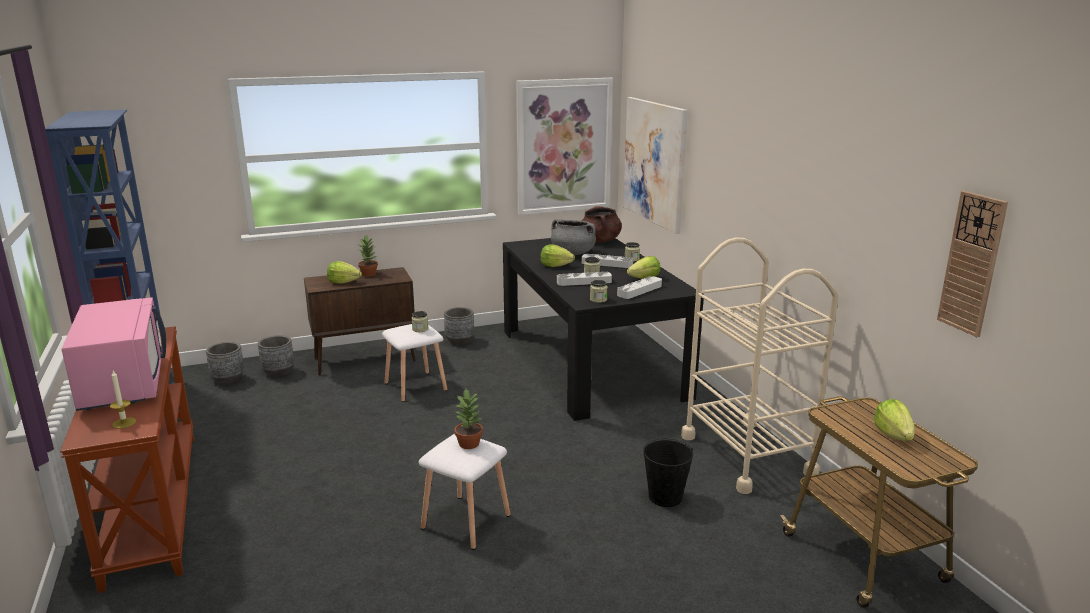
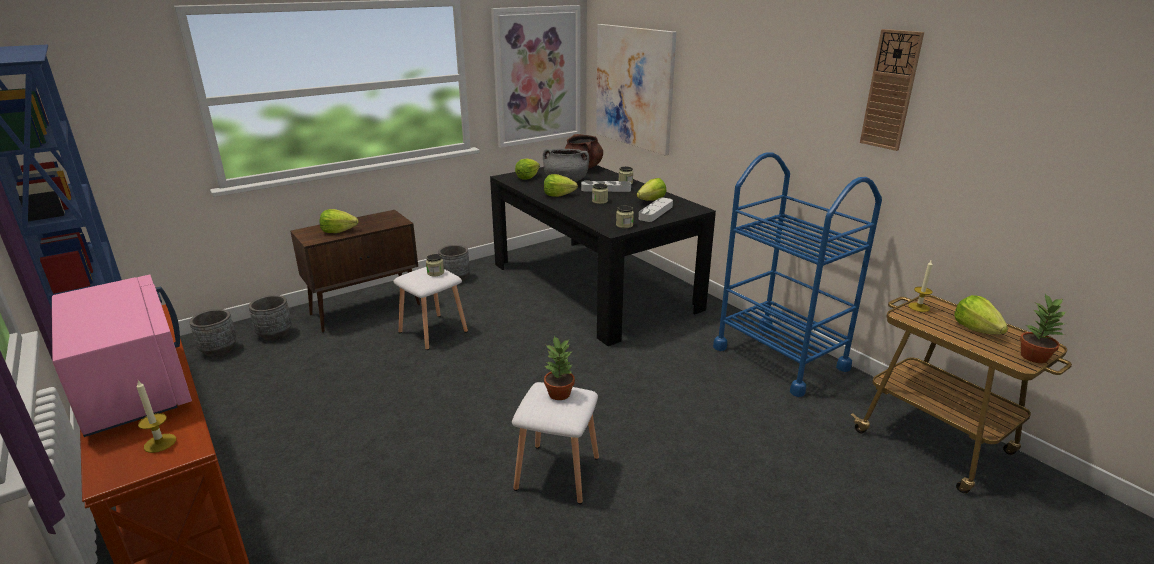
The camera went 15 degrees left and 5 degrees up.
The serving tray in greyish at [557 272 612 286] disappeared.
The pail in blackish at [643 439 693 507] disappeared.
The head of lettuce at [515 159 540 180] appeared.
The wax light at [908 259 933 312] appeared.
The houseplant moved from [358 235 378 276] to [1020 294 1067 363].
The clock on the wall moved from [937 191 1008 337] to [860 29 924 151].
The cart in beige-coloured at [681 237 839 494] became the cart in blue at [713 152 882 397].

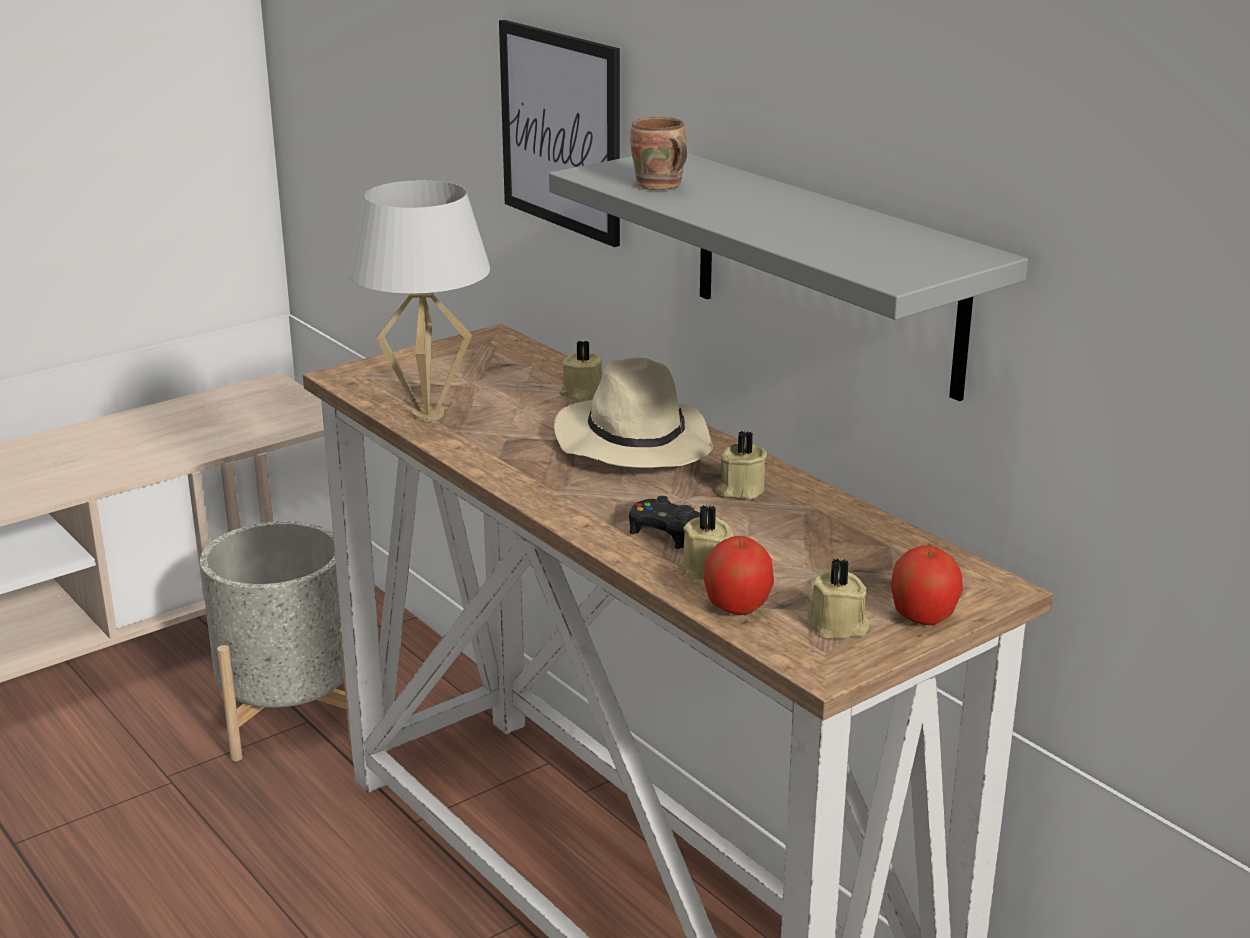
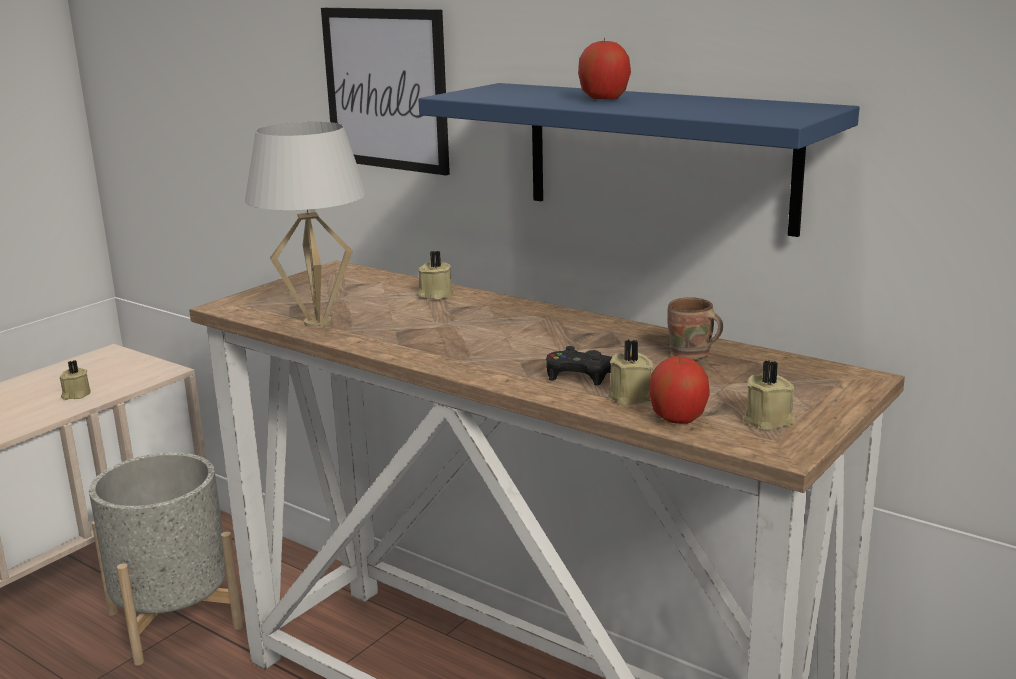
The camera went 15 degrees left and 5 degrees down.
The wearable hat in beige-coloured at [554 357 713 468] disappeared.
The tea mug in brown moved from [630 117 688 190] to [667 297 723 360].
The wax light in beige-coloured moved from [717 431 767 500] to [60 360 91 400].
The apple fruit moved from [891 545 963 625] to [578 37 631 100].
The bracket shelf in greyish at [549 154 1028 401] became the bracket shelf in blue at [418 83 859 237].

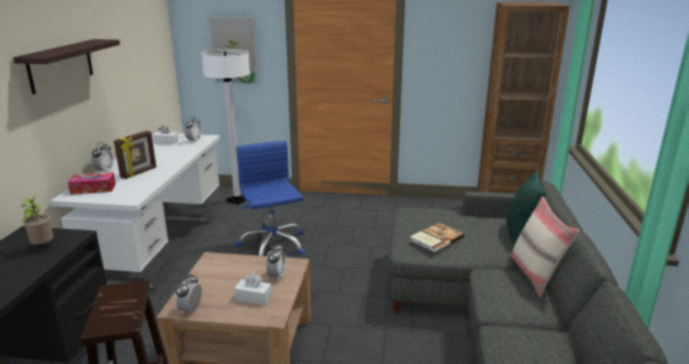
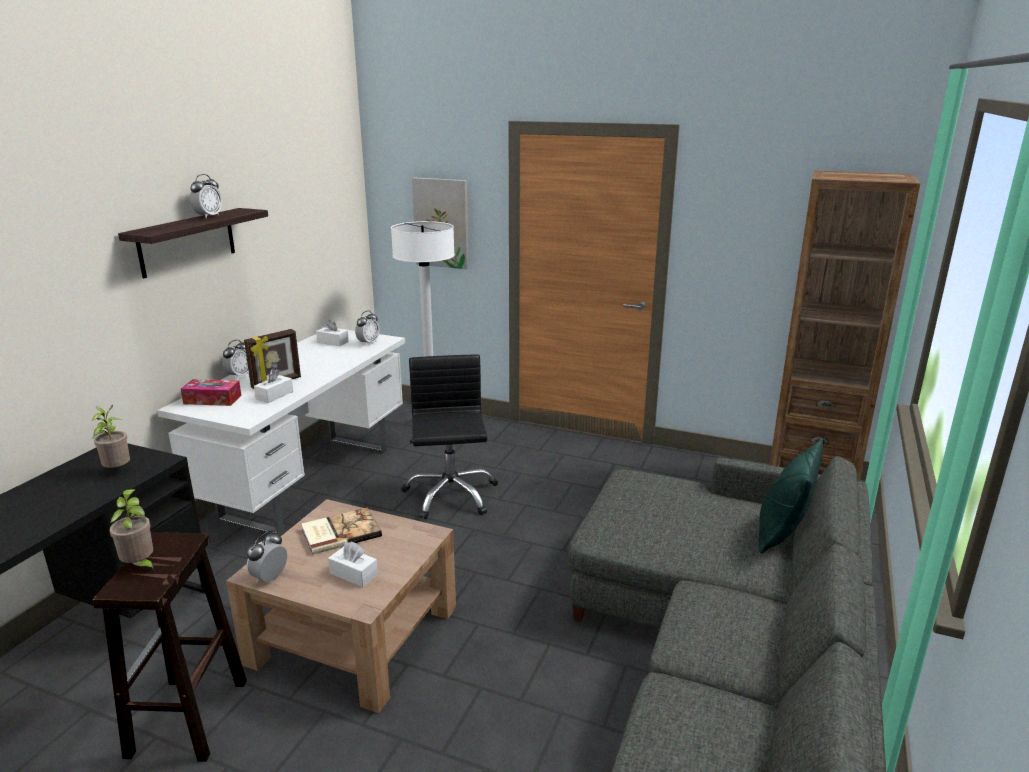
The camera went 15 degrees right and 0 degrees up.
The throw pillow in beige-coloured at [510 196 580 297] disappeared.
The houseplant at [109 489 154 571] appeared.
The tissue box in whitish at [254 369 293 403] appeared.
The alarm clock moved from [266 243 285 280] to [190 174 223 218].
The book moved from [410 223 464 253] to [301 507 382 555].
The office chair in blue at [236 140 305 256] became the office chair in blackish at [402 355 498 519].

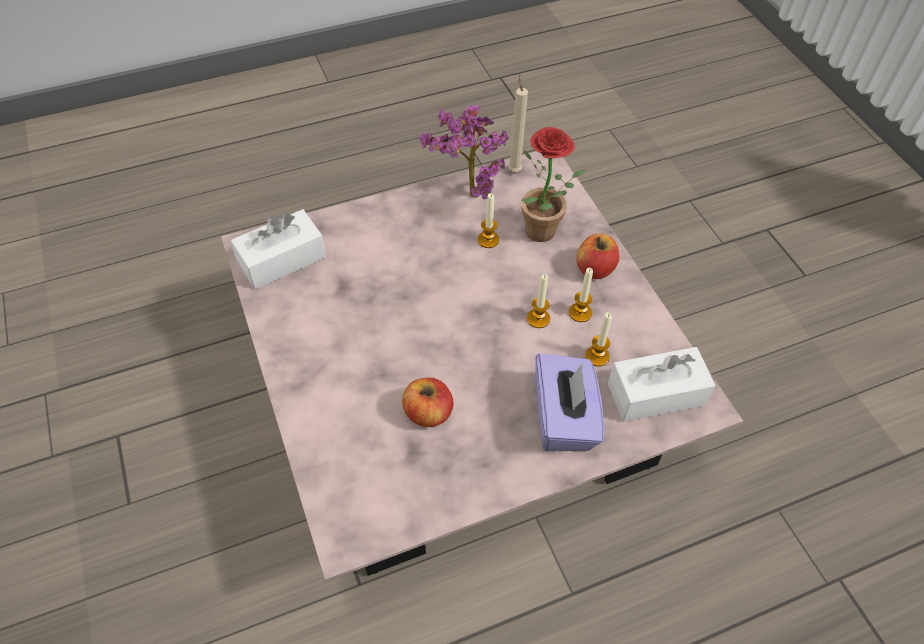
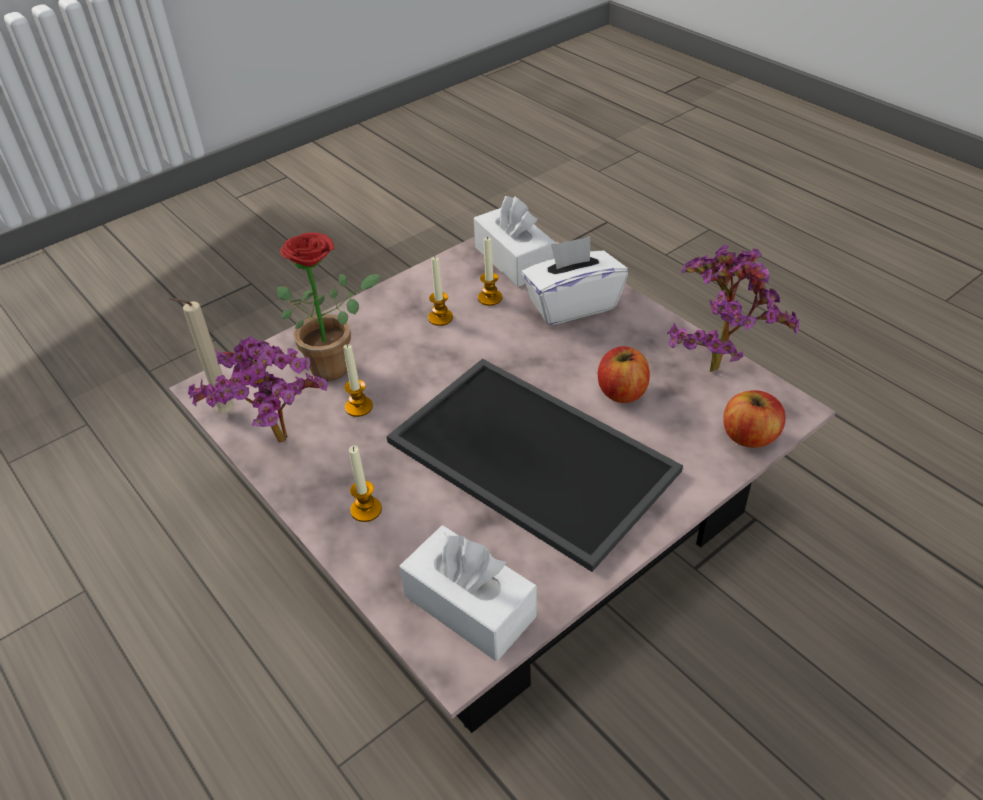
The camera went 105 degrees left and 10 degrees down.
The serving tray at [387 359 683 572] appeared.
The houseplant at [666 245 800 372] appeared.
The wax light moved from [527 274 550 328] to [349 445 382 522].
The apple fruit moved from [577 234 619 279] to [723 390 785 448].
The tissue box in purple-coloured at [535 353 604 452] became the tissue box in whitish at [521 236 628 325].

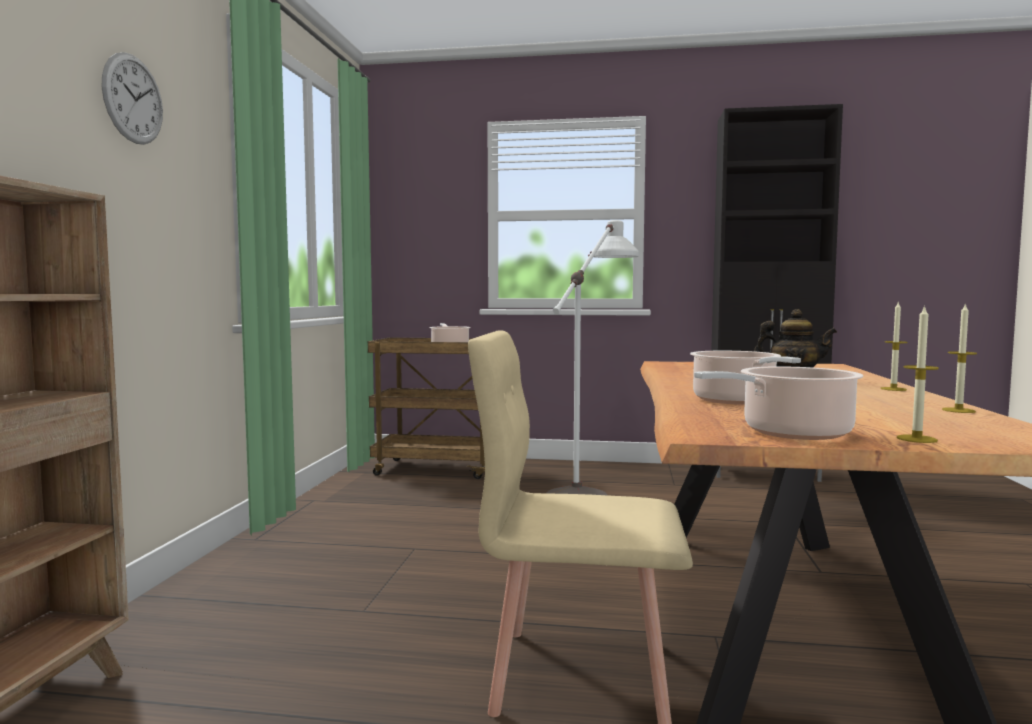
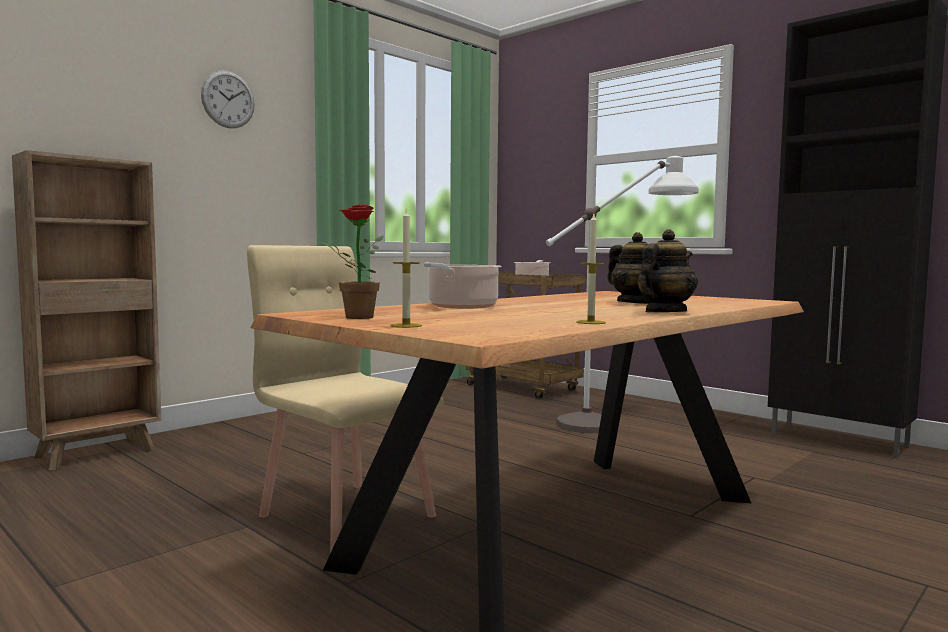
The camera went 35 degrees right and 0 degrees up.
The stockpot at [694 366 863 440] was replaced by the houseplant at [322 204 384 319].
The wax light at [880 303 908 391] was replaced by the tea pot at [638 229 698 312].

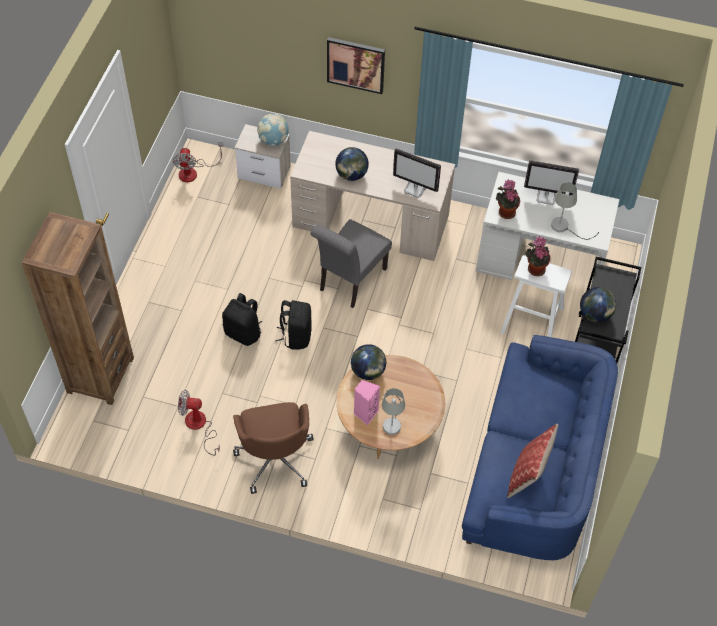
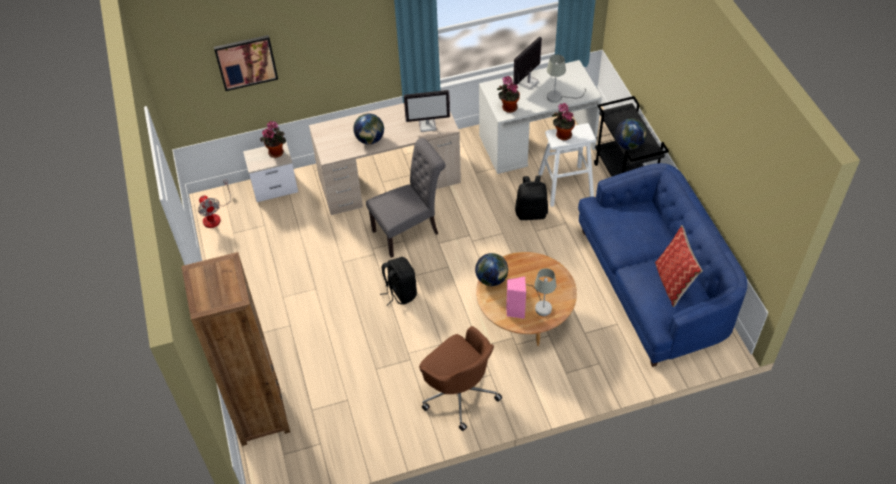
The camera went 30 degrees left and 5 degrees down.
The cooling fan at [178 390 220 455] disappeared.
The knapsack in blackish moved from [222 293 262 346] to [515 176 548 220].
The wall picture moved from [327 37 385 94] to [214 35 278 91].
The world globe at [257 114 289 146] was replaced by the houseplant at [260 121 286 158].
The upright chair in greyish at [311 219 392 308] turned 120 degrees counterclockwise.
The monitor at [524 160 579 205] turned 150 degrees clockwise.

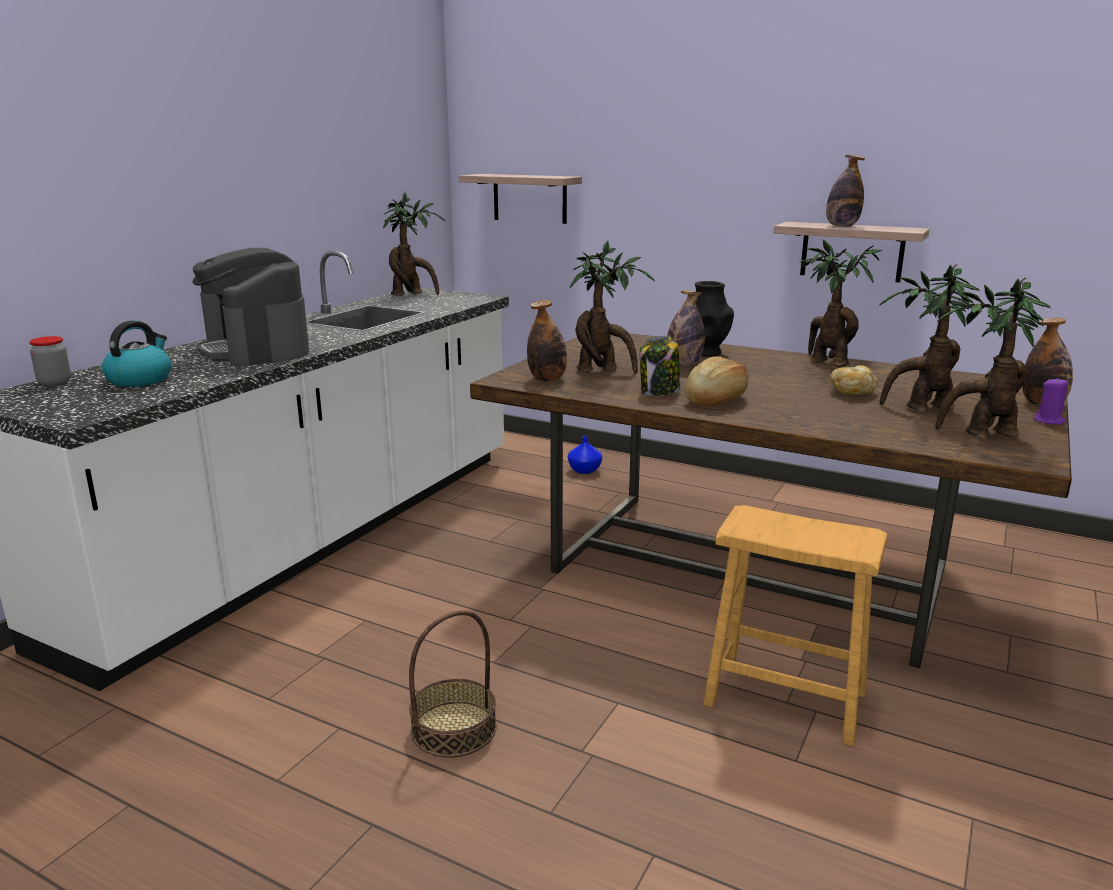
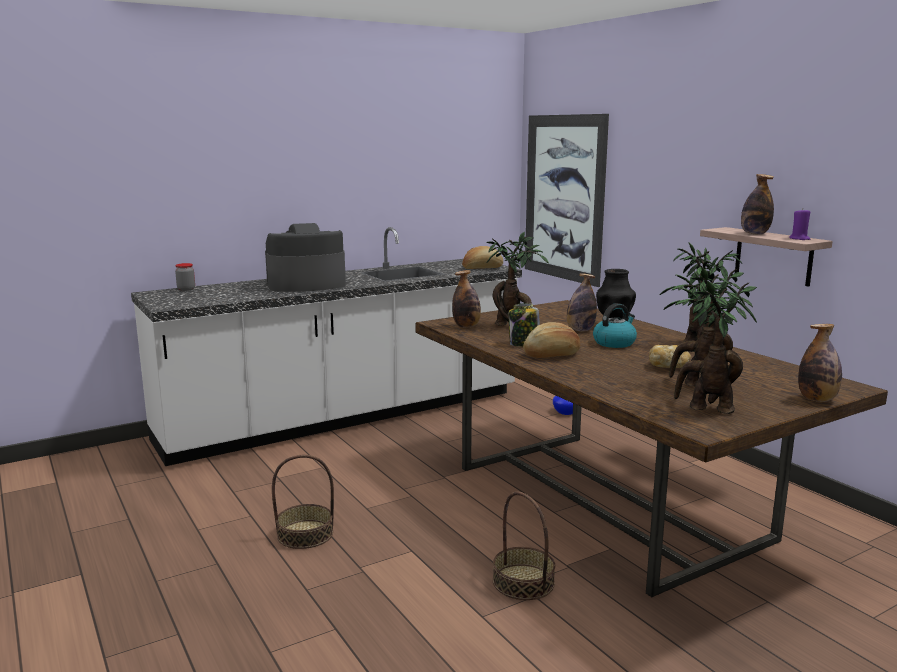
The camera went 30 degrees right and 5 degrees down.
The houseplant at [383 192 445 296] disappeared.
The baked bread at [462 246 503 269] appeared.
The water kettle moved from [102 321 171 387] to [593 303 637 348].
The wax light in purple-coloured moved from [1034 377 1068 425] to [789 209 810 240].
The bracket shelf at [459 174 582 224] was replaced by the wall picture at [525 114 609 287].
The sitting stool in brown at [703 505 887 746] was replaced by the household basket at [493 492 555 600].
The coffee machine at [192 248 309 366] turned 75 degrees clockwise.

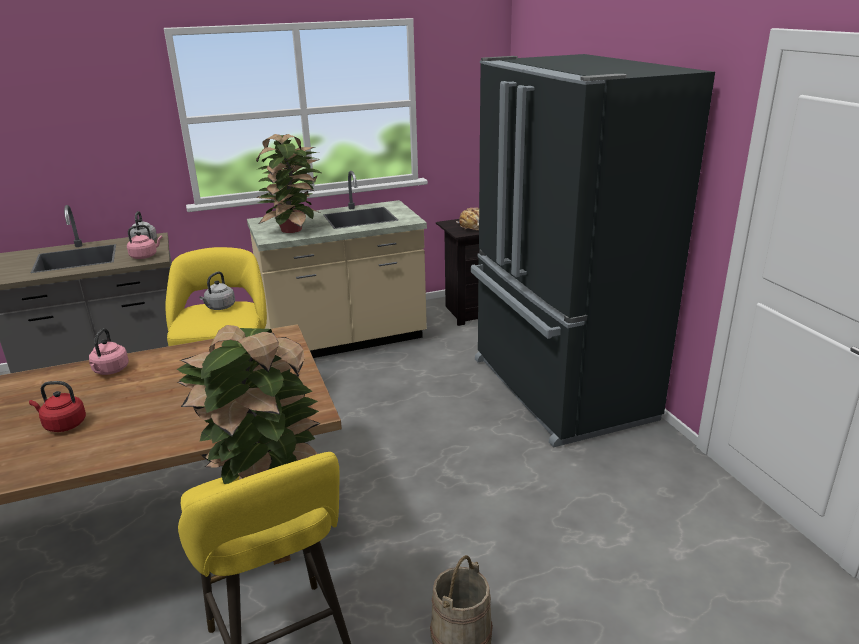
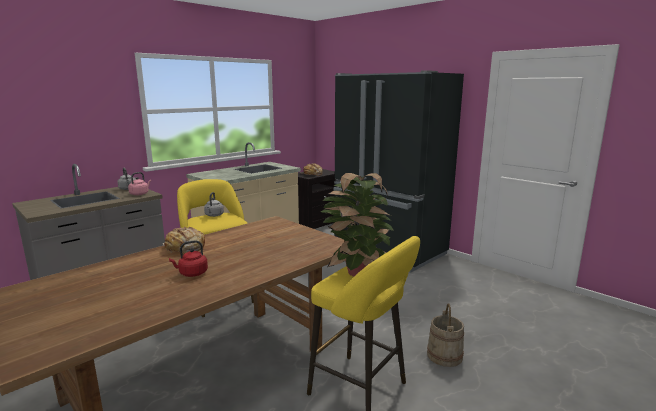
The camera went 25 degrees left and 10 degrees down.
The houseplant at [255 134 321 233] disappeared.
The water kettle in pink at [89 328 129 375] was replaced by the baked bread at [163 227 205 253].

